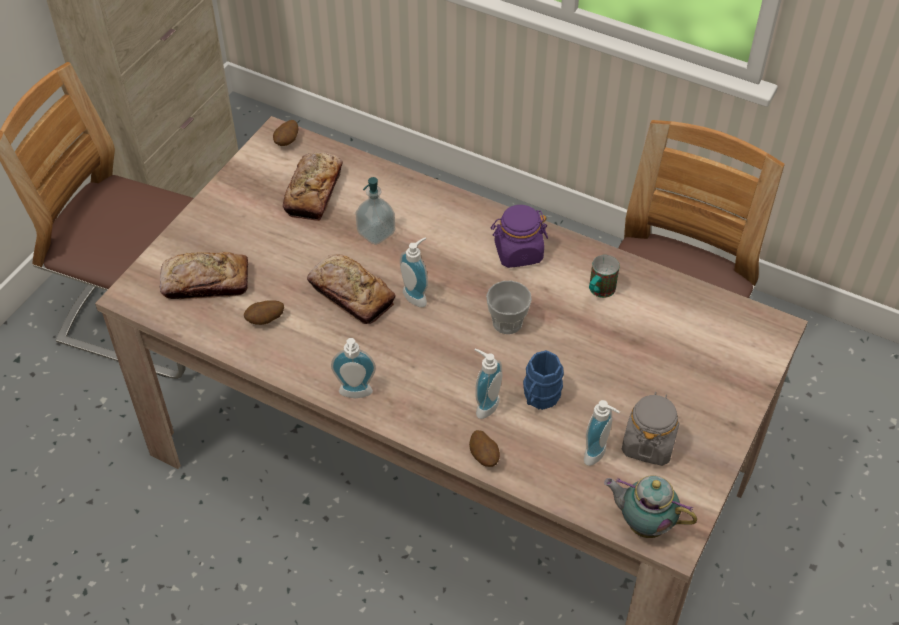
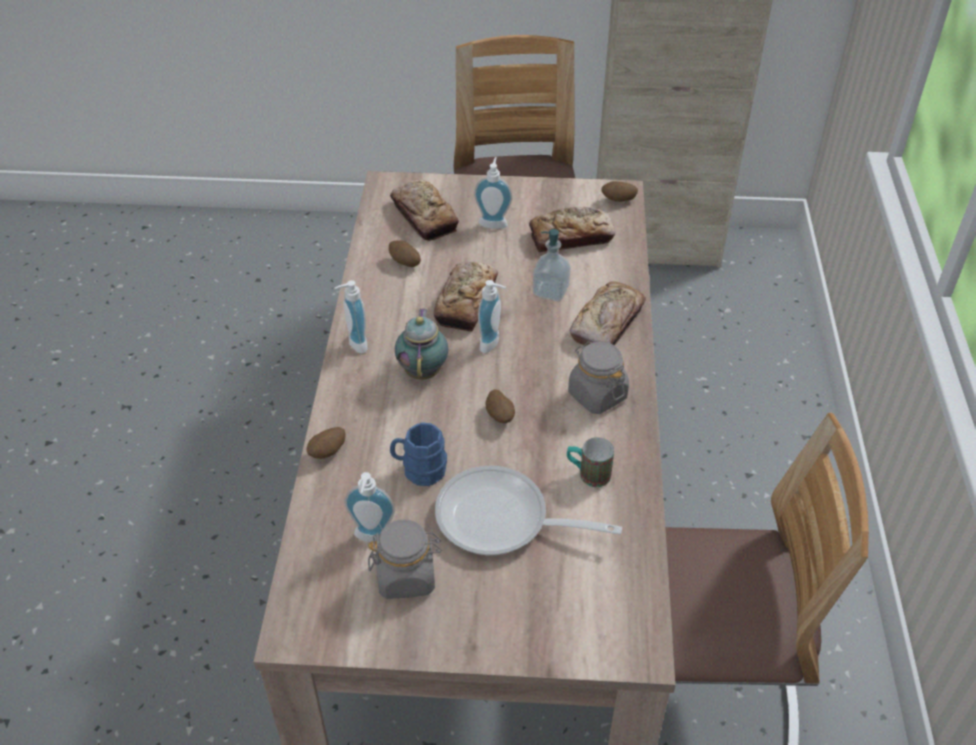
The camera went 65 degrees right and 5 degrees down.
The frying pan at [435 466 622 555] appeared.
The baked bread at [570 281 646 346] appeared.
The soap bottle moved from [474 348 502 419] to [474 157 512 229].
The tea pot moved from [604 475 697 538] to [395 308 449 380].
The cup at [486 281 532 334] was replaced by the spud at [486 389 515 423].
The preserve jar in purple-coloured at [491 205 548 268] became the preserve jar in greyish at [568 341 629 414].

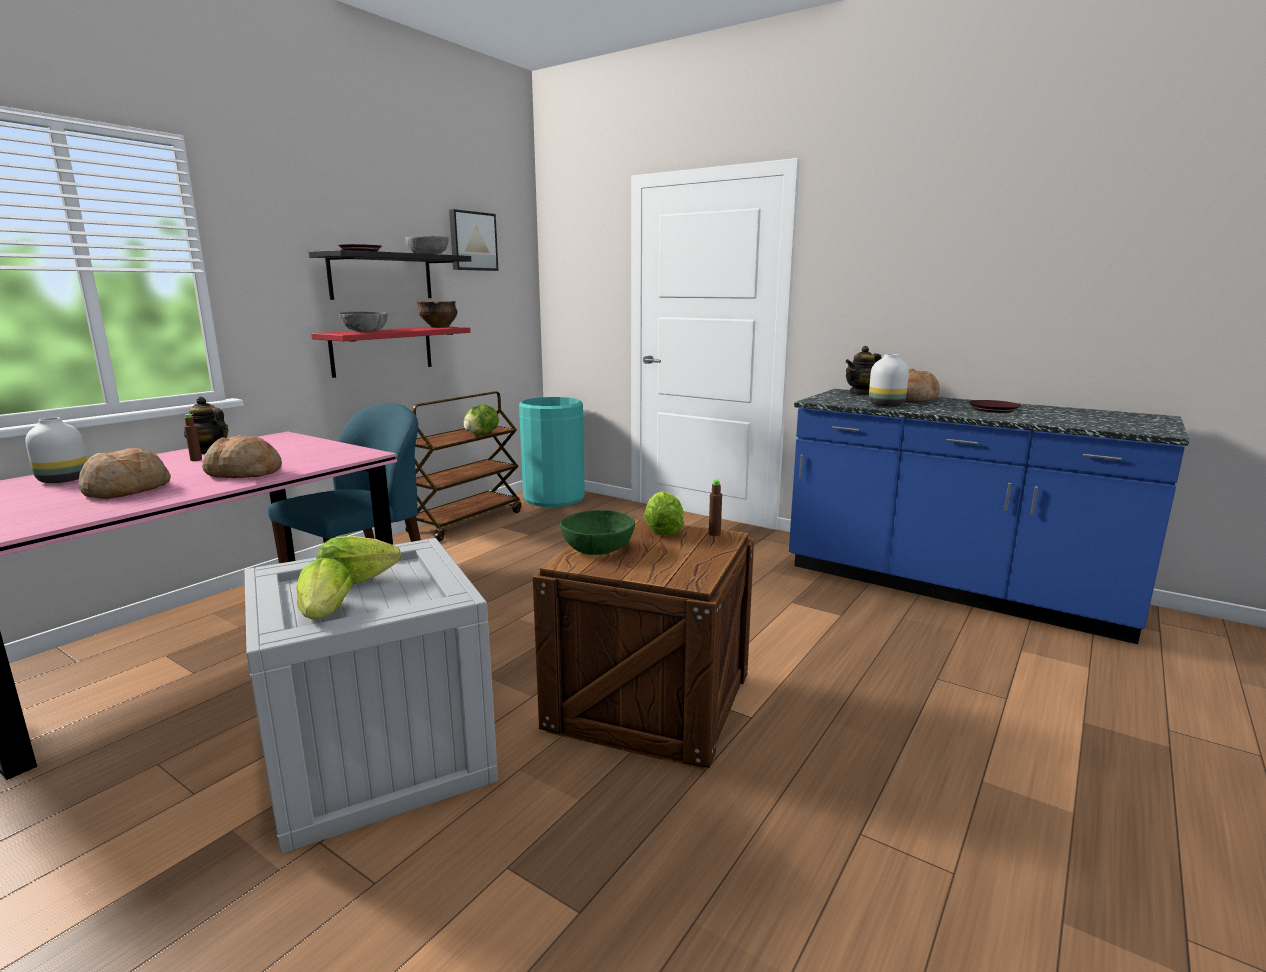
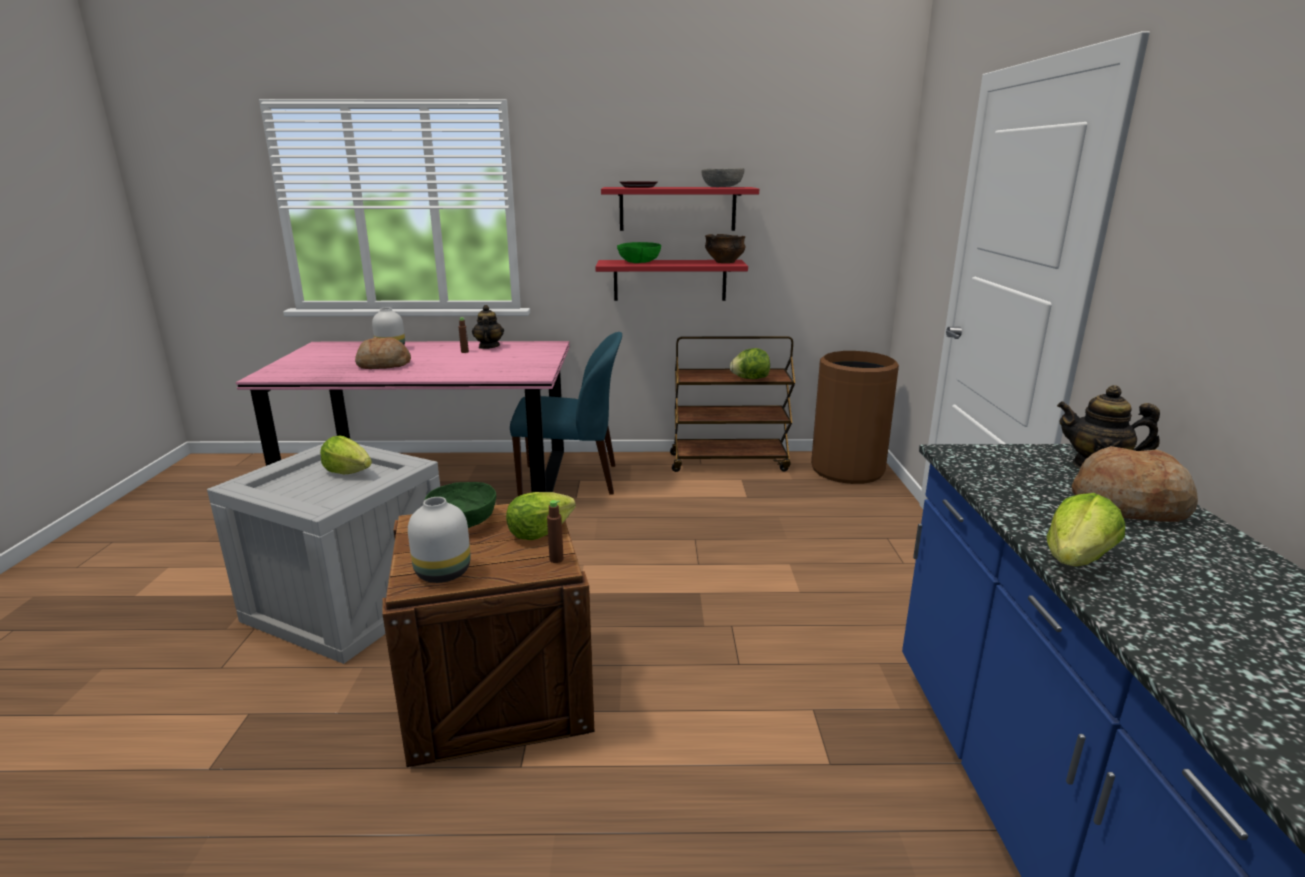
The camera went 55 degrees right and 5 degrees up.
The baked bread at [202 435 282 478] disappeared.
The wall picture at [449 209 498 271] disappeared.
The dinner plate in brown at [969 400 1021 413] disappeared.
The head of lettuce moved from [296 558 353 619] to [1047 493 1125 566].
The decorative vase in whitish moved from [869 354 909 407] to [408 497 471 583].
The bracket shelf in blackish at [309 250 471 300] became the bracket shelf in red-coloured at [601 187 759 231].
The bowl in greyish at [339 312 387 332] became the bowl in green-coloured at [617 242 661 263].
The trash can in blue-green at [519 397 585 507] became the trash can in brown at [811 351 899 484].

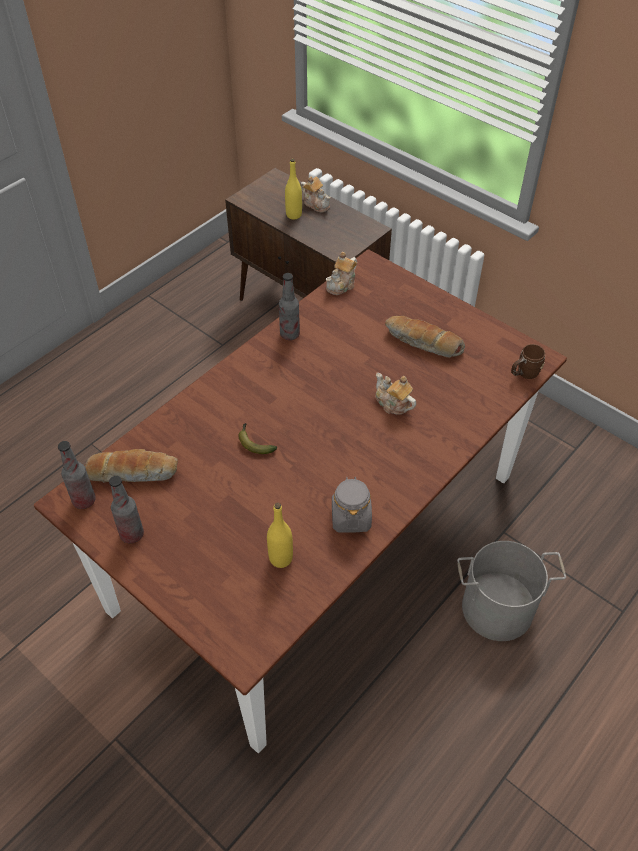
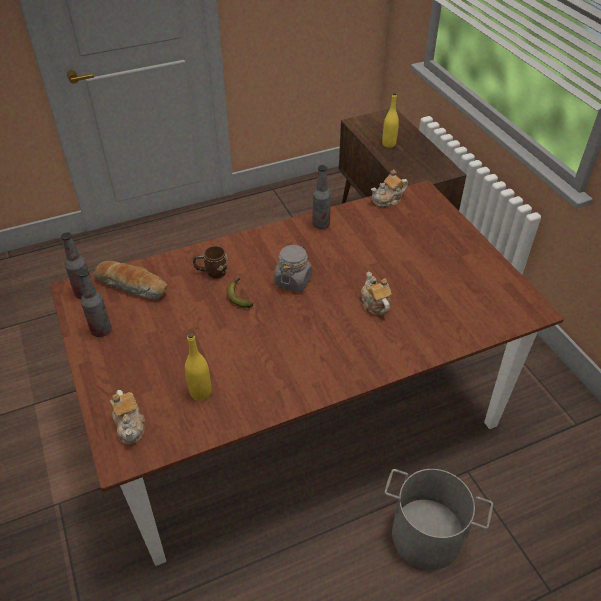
The camera went 25 degrees right and 5 degrees down.
The baked bread at [385 316 465 357] disappeared.
The tea pot moved from [300 176 331 213] to [110 390 145 445].
The preserve jar in greyish moved from [332 477 372 533] to [274 244 312 292].
The tea mug in brown moved from [511 344 545 379] to [193 246 228 279].

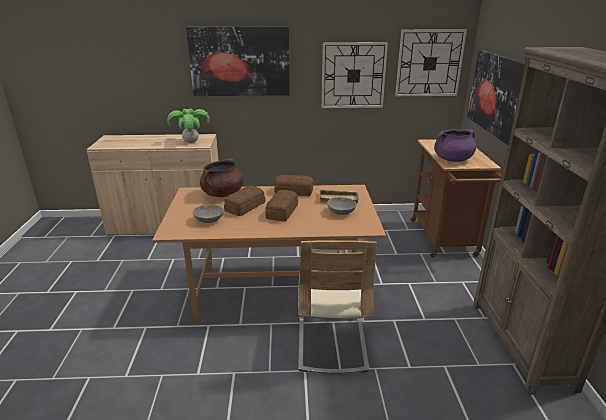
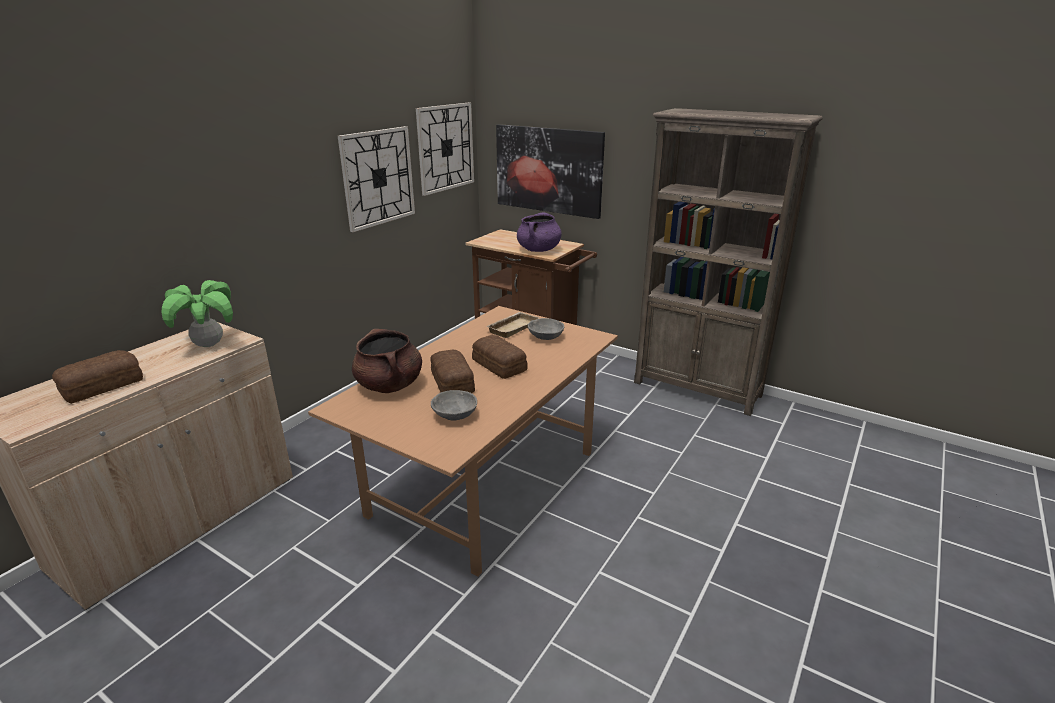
The camera went 55 degrees left and 0 degrees up.
The wall picture at [186 27 290 96] disappeared.
The upright chair in beige-coloured at [298 240 377 374] disappeared.
The baked bread moved from [274 175 314 196] to [52 350 143 404].

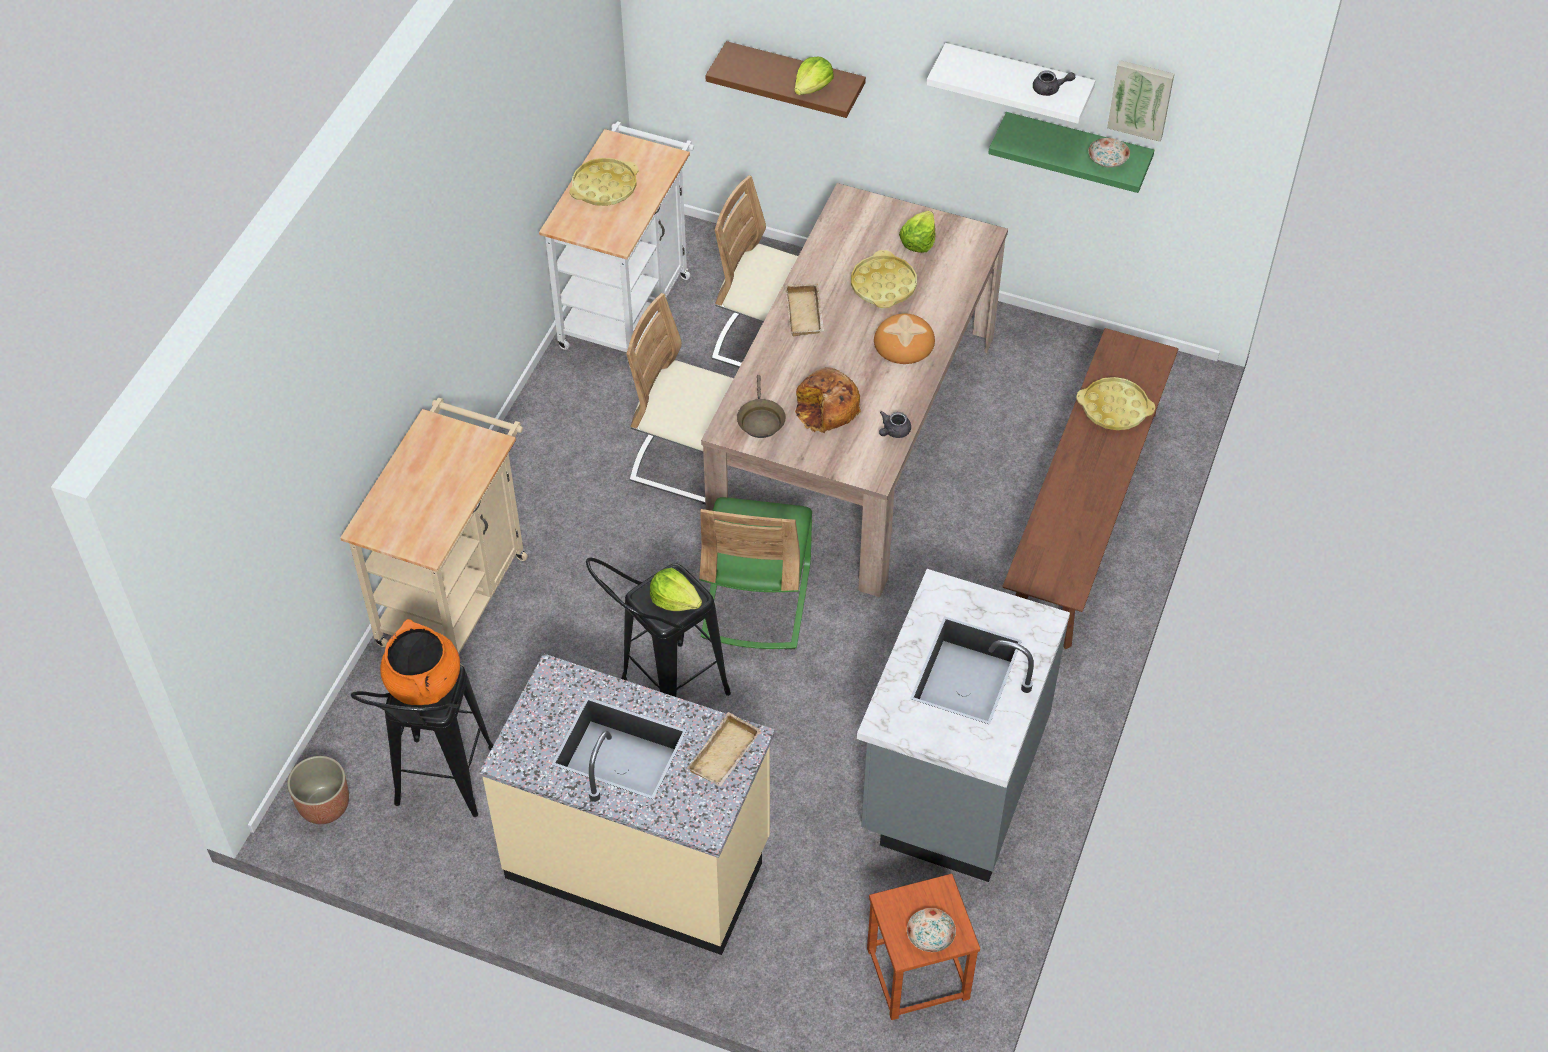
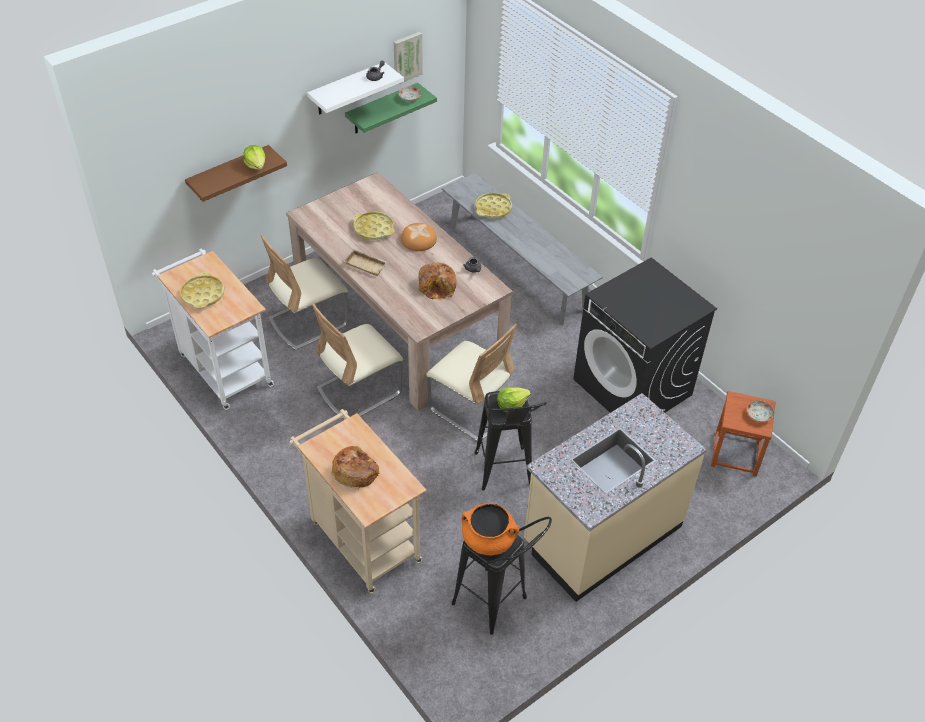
The camera went 60 degrees left and 5 degrees down.
The flower pot at [287 756 349 824] disappeared.
The serving tray in beige-coloured at [687 712 761 787] disappeared.
The frying pan in brown at [737 375 786 438] disappeared.
The head of lettuce at [899 211 936 253] disappeared.
The baked bread at [331 446 379 489] appeared.
The kitchen base unit in greyish at [857 569 1070 882] was replaced by the washing machine in blackish at [573 257 717 413].
The upright chair in green-coloured at [699 497 812 649] became the upright chair in beige-coloured at [427 323 517 441].
The bench in brown at [1002 328 1179 649] became the bench in greyish at [442 173 603 326].

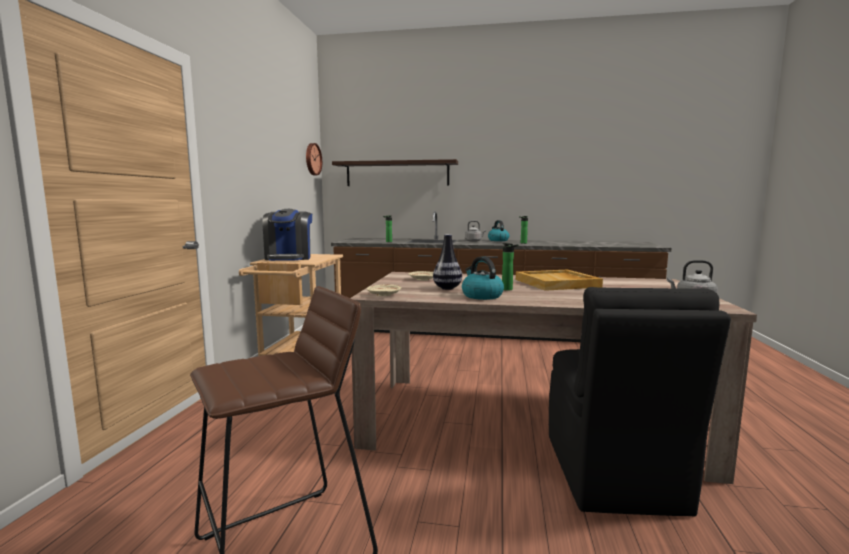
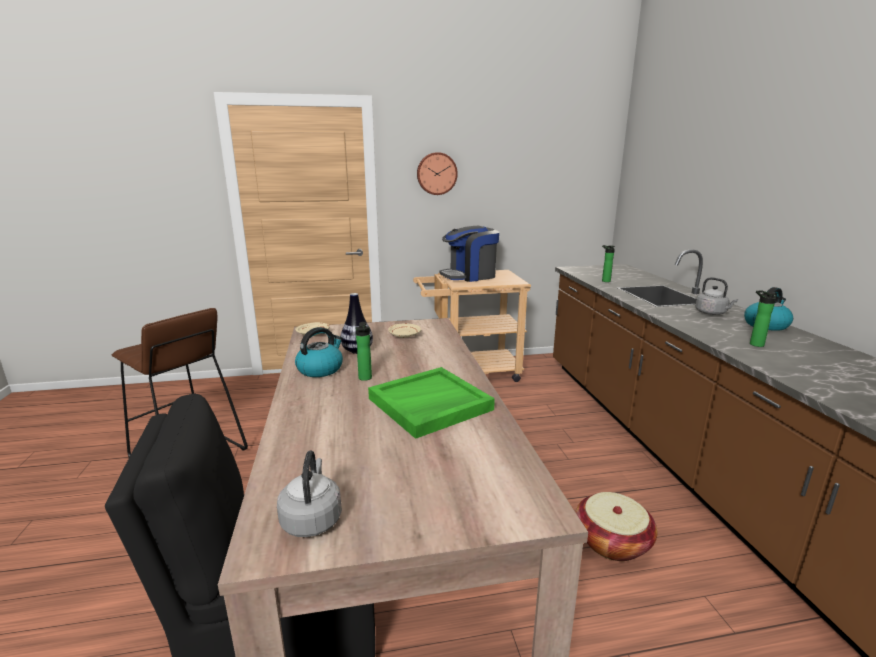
The camera went 70 degrees right and 10 degrees up.
The bracket shelf at [332 159 458 186] disappeared.
The household basket at [576 492 658 561] appeared.
The clock on the wall moved from [306 143 322 175] to [417 152 458 195].
The serving tray in beige-coloured at [516 270 603 291] became the serving tray in green-coloured at [368 367 495 439].

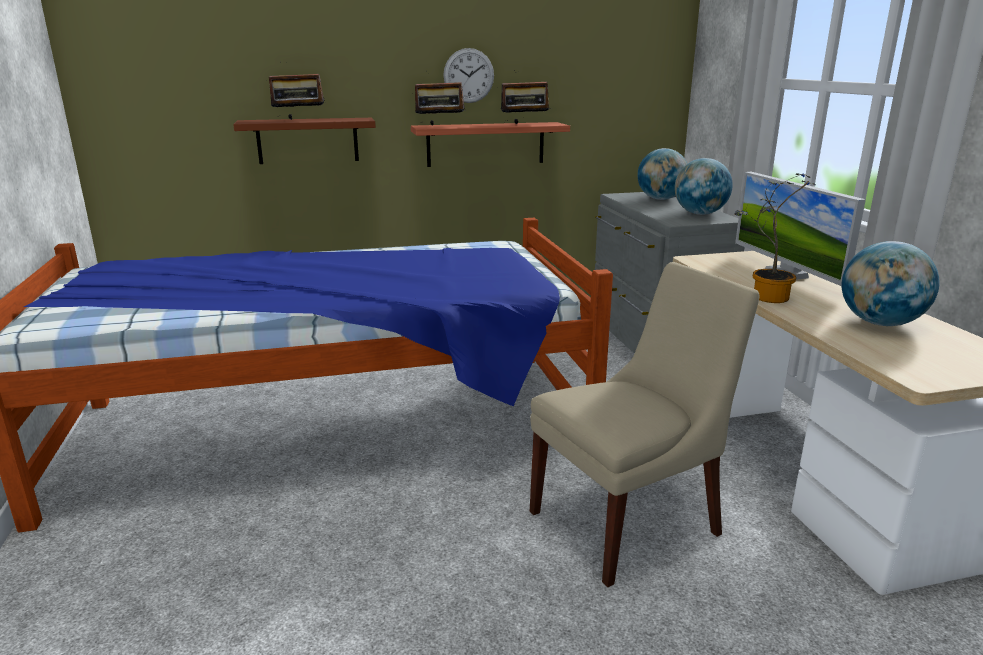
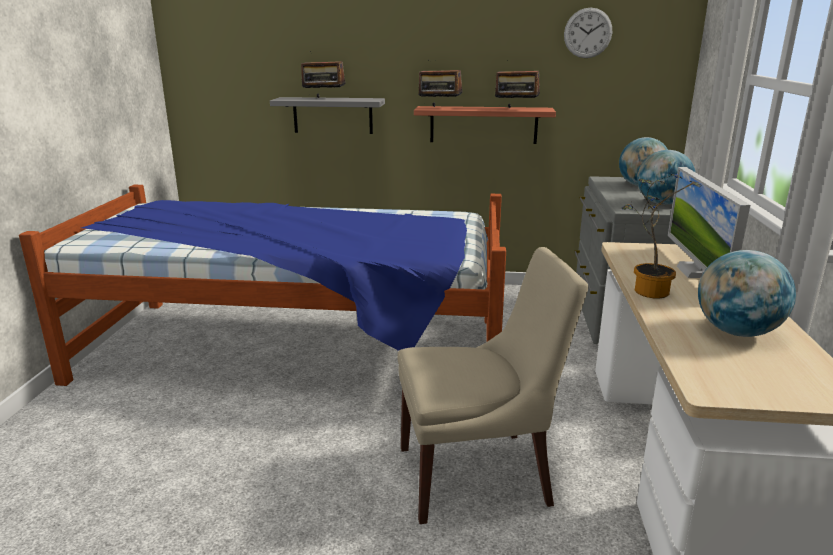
The camera went 20 degrees right and 0 degrees up.
The clock on the wall moved from [443 48 494 103] to [564 7 612 58].
The bracket shelf in brown at [233 118 376 164] became the bracket shelf in greyish at [270 97 385 134].

